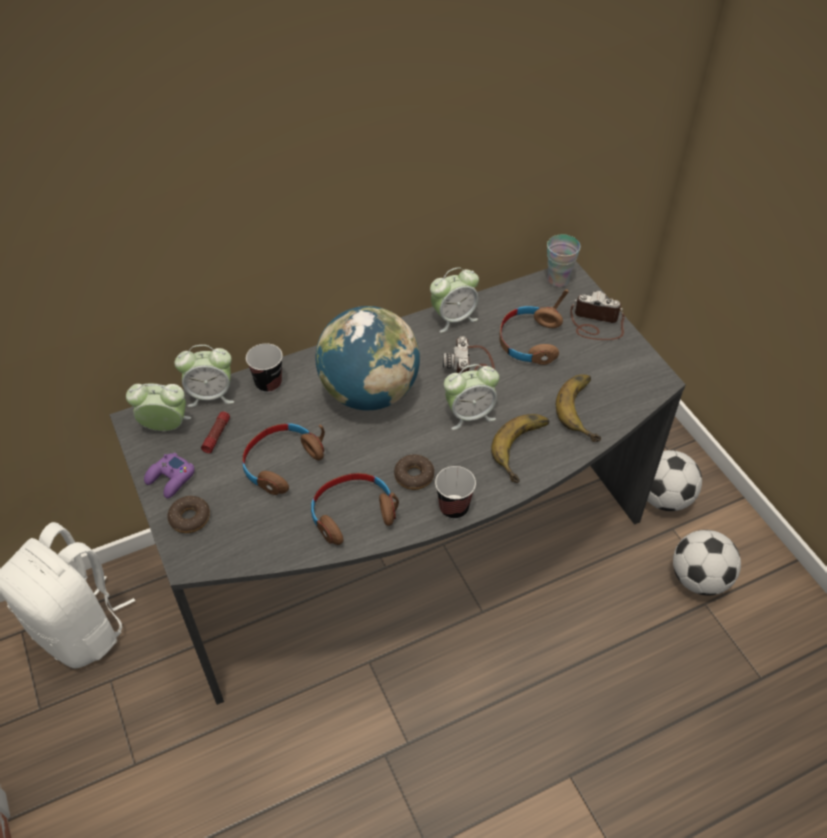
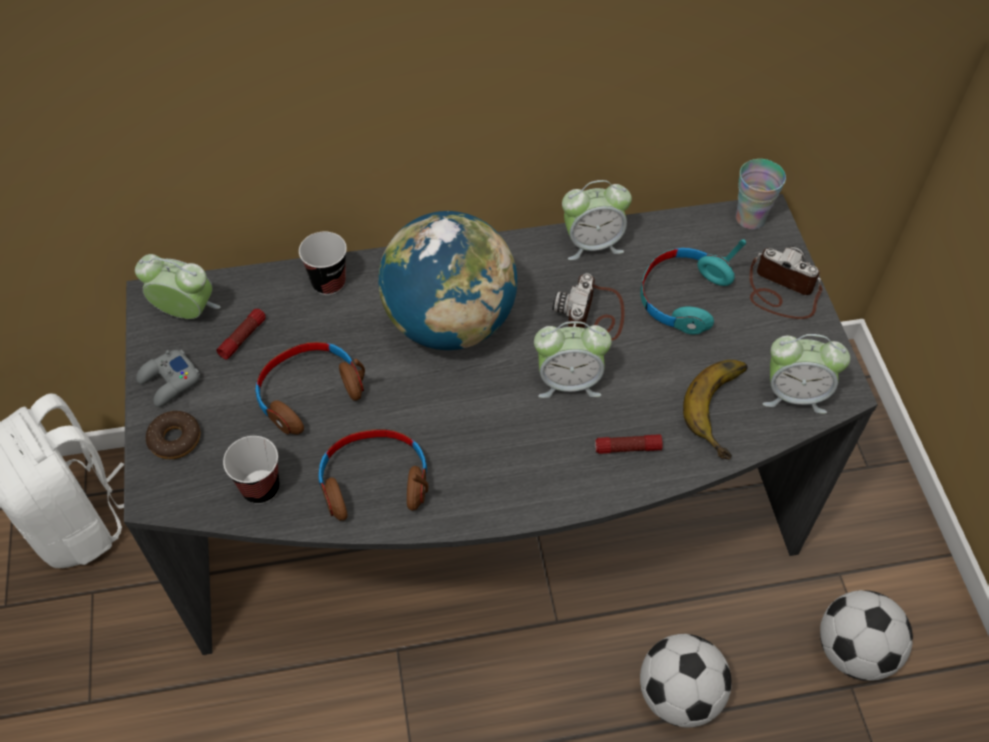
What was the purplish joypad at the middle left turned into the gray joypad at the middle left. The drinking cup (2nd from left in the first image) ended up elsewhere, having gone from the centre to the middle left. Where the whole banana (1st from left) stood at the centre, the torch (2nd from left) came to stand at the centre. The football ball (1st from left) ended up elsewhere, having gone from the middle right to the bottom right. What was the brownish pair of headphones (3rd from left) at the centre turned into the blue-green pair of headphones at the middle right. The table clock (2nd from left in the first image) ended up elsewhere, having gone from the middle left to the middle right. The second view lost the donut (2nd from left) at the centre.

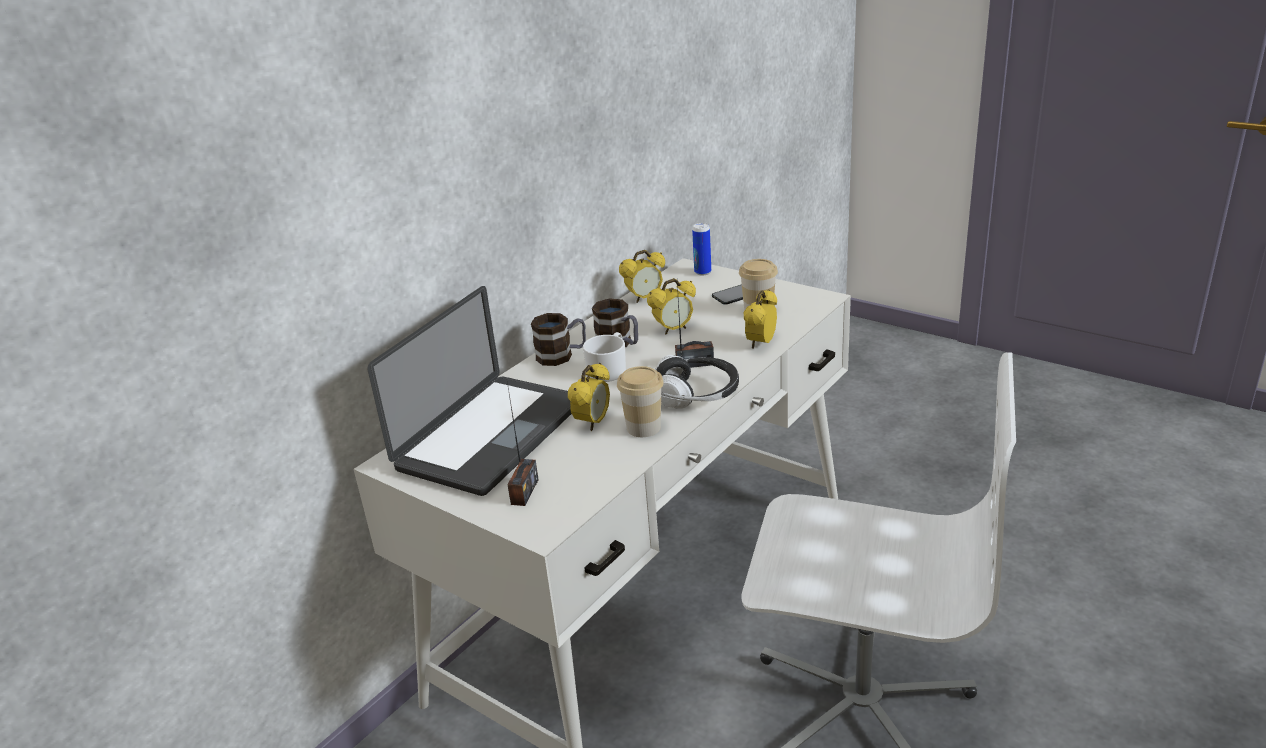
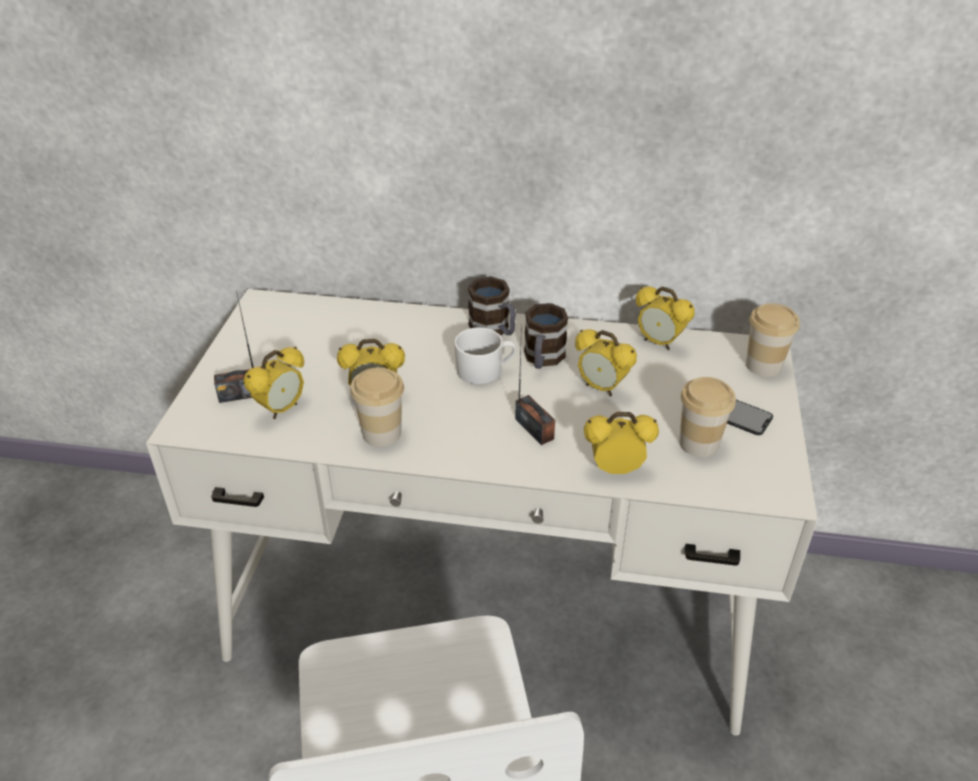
The second view gained the table clock (1st from left) at the middle left. Where the sealed can stood at the top centre, the drinking cup (3rd from left) came to stand at the middle right. The second view lost the notebook computer at the centre. The second view lost the pair of headphones at the centre.

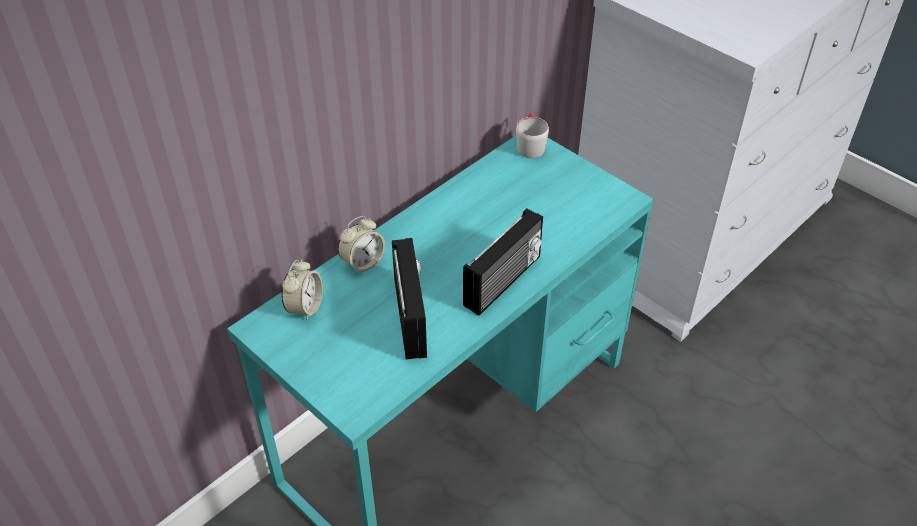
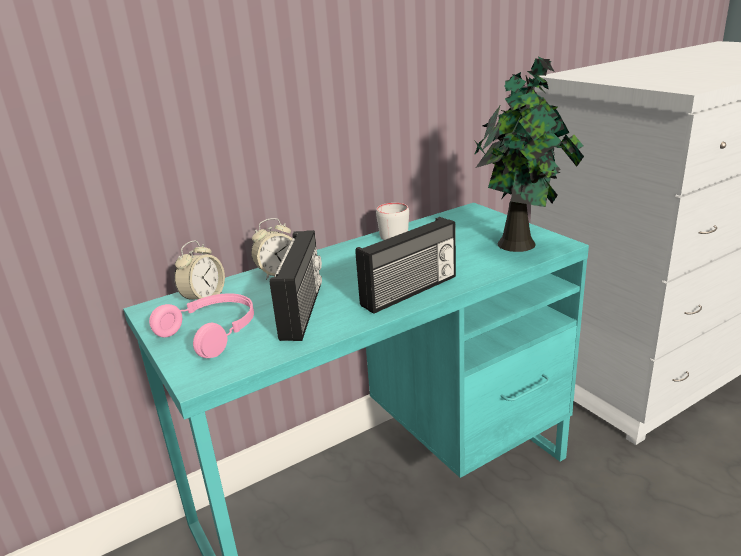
The second view gained the pink-coloured pair of headphones at the middle left. The gray coffee mug ended up elsewhere, having gone from the top centre to the centre. The second view gained the plant in a pot at the top right.

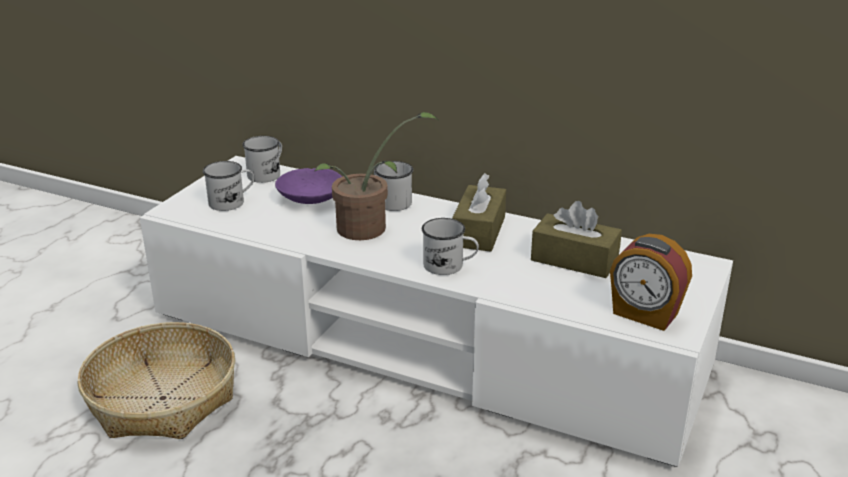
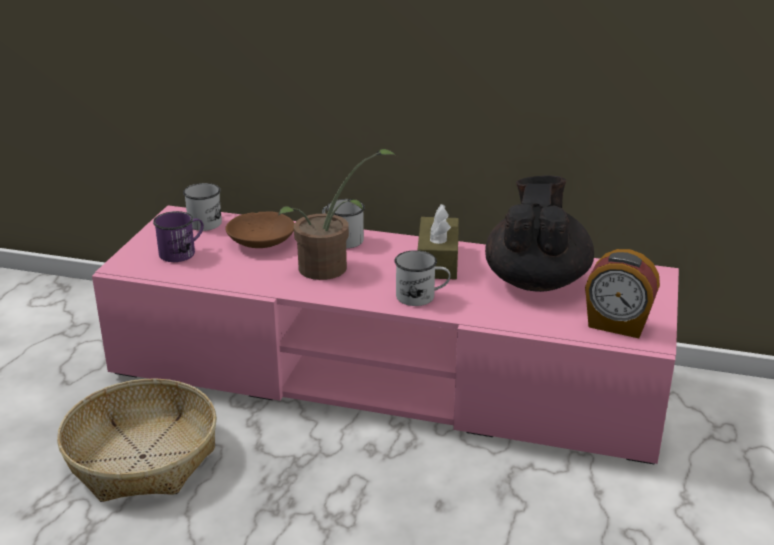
What was the white tv unit at the centre turned into the pink-coloured tv unit at the centre. What was the white coffee mug (1st from left) at the middle left turned into the purplish coffee mug at the middle left. What was the purplish bowl at the centre turned into the brownish bowl at the centre. Where the brownish tissue box (2nd from left) stood at the middle right, the black teapot came to stand at the middle right.

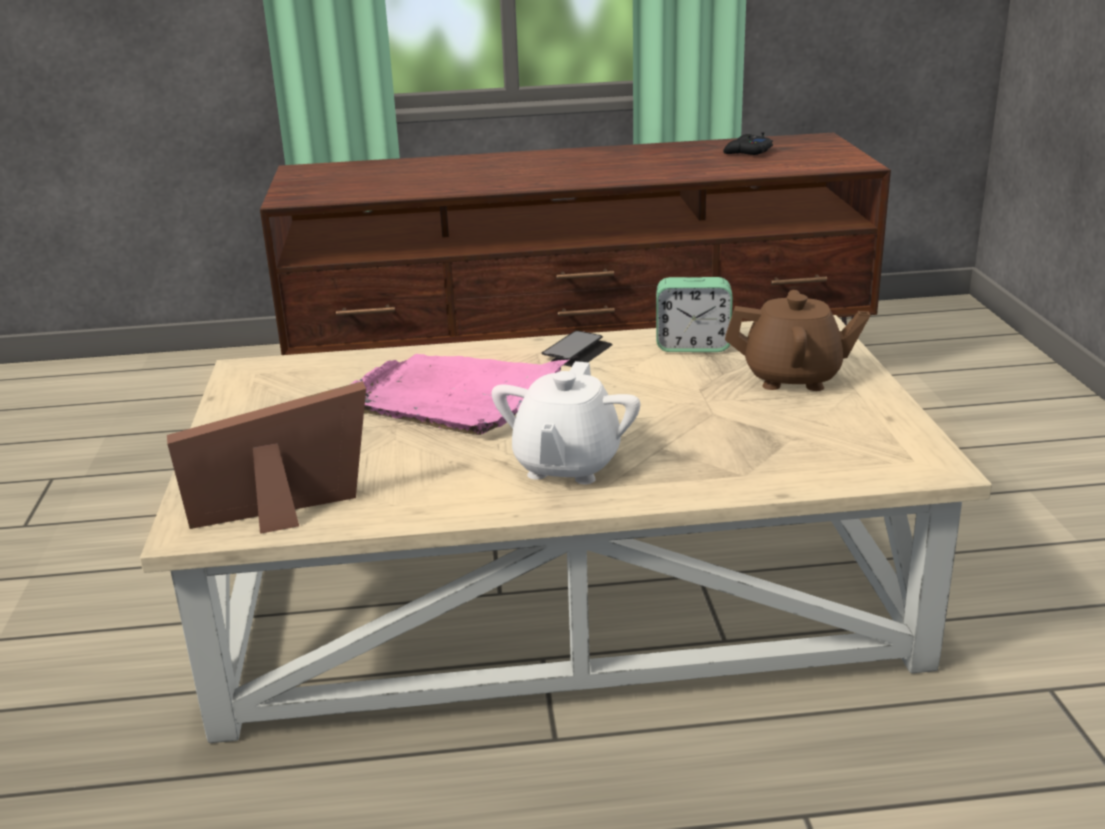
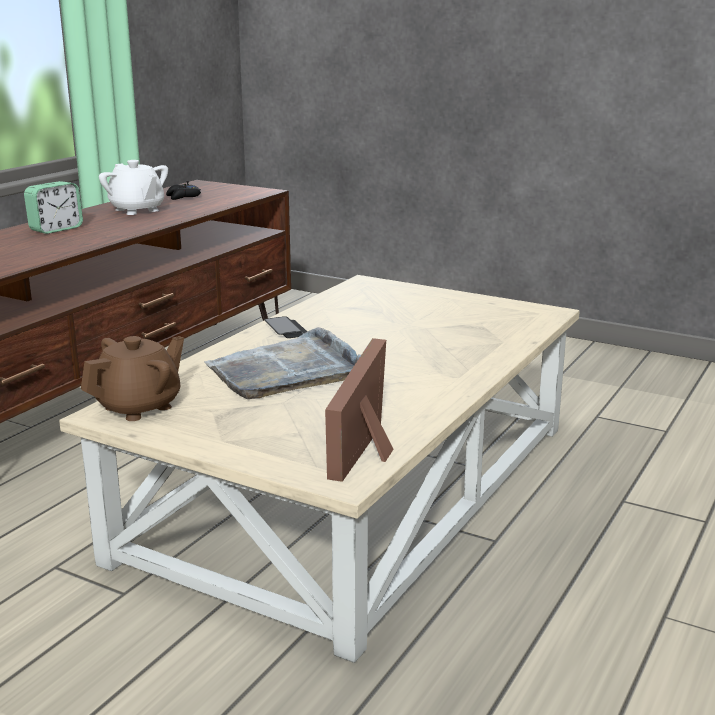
The table clock ended up elsewhere, having gone from the centre to the top left. The brownish teapot ended up elsewhere, having gone from the middle right to the middle left. The white teapot ended up elsewhere, having gone from the centre to the top left. What was the pink-coloured serving tray at the centre turned into the gray serving tray at the centre.

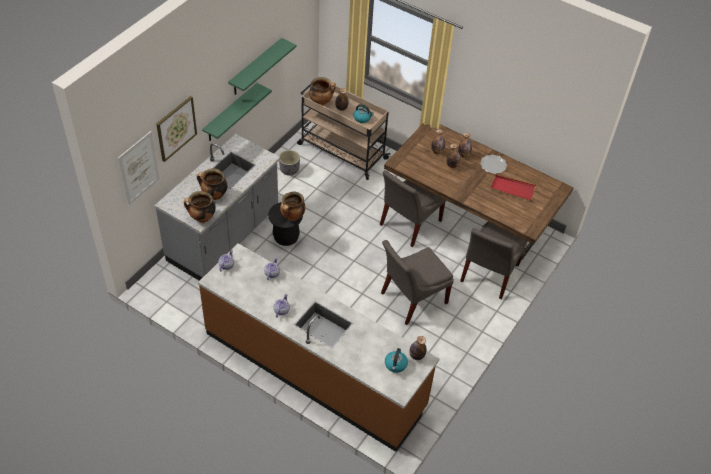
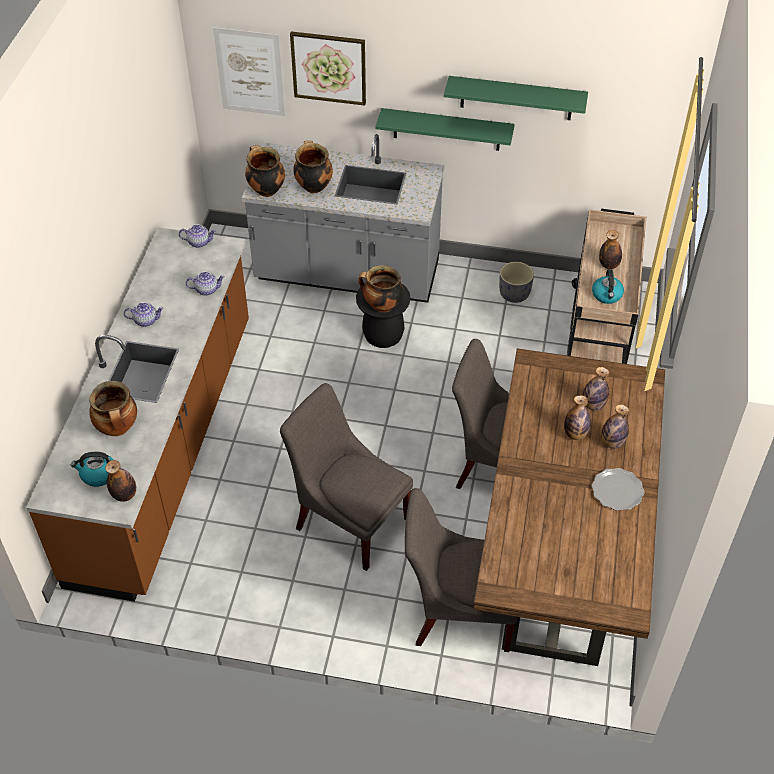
The saucepot (4th from left in the first image) ended up elsewhere, having gone from the top centre to the middle left. The second view lost the reddish serving tray at the middle right.

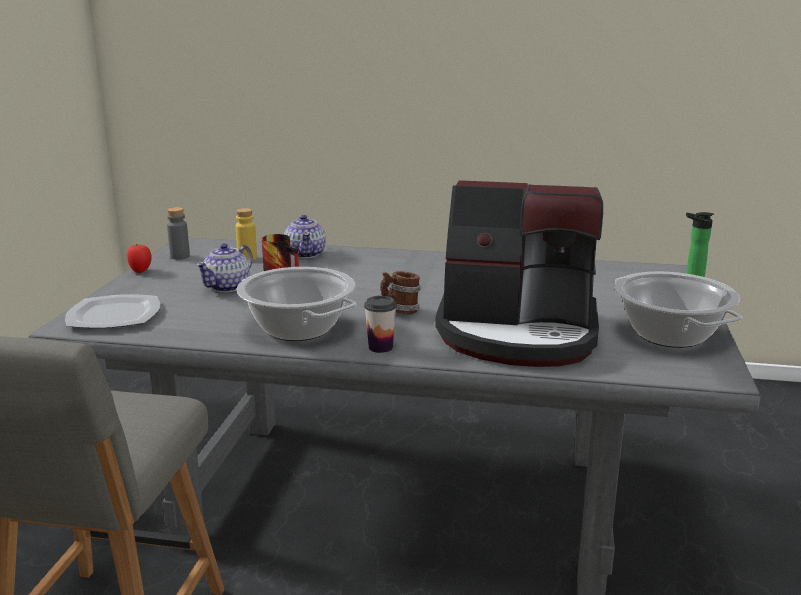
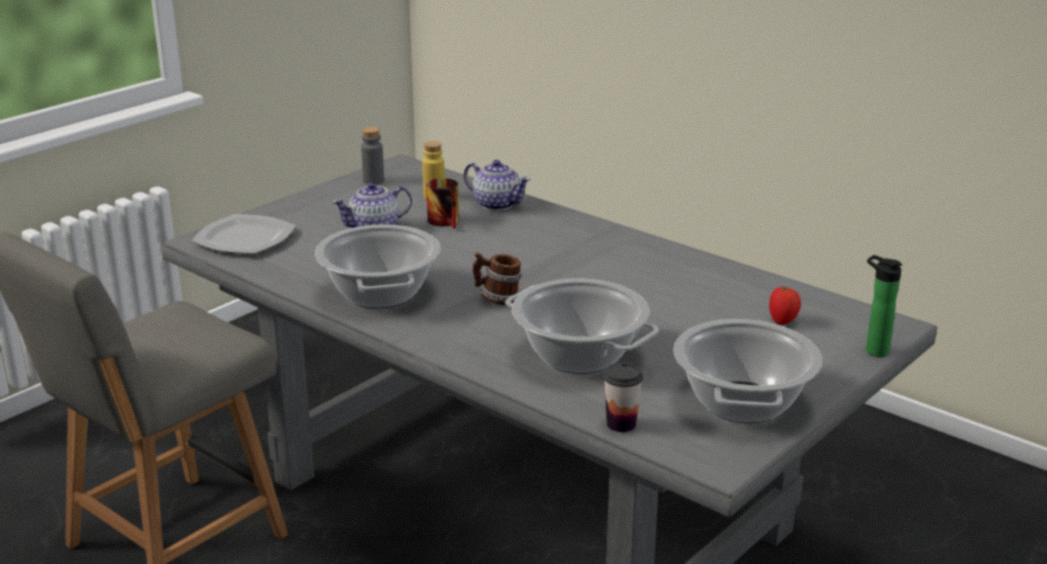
The teapot (2nd from left) at the centre ended up facing another way, 75 degrees counterclockwise from before. Where the coffee maker stood at the centre, the saucepot (2nd from left) came to stand at the centre. The drinking cup ended up elsewhere, having gone from the centre to the bottom centre. The tomato ended up elsewhere, having gone from the middle left to the middle right.

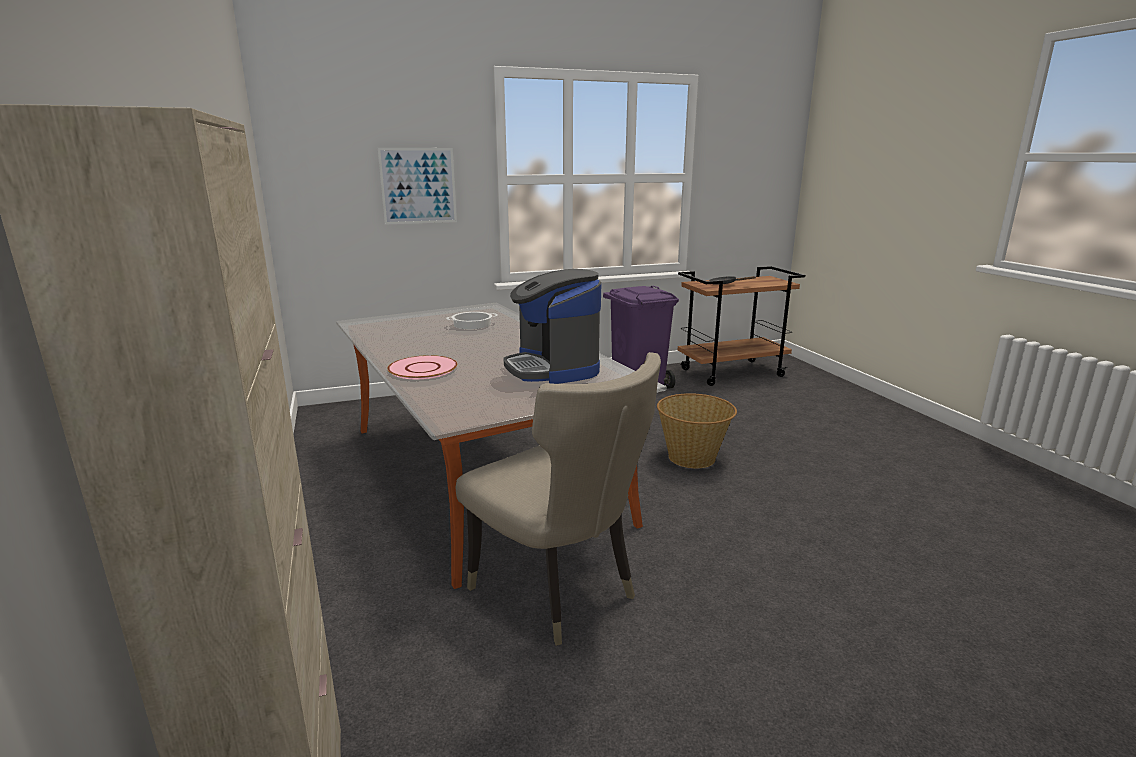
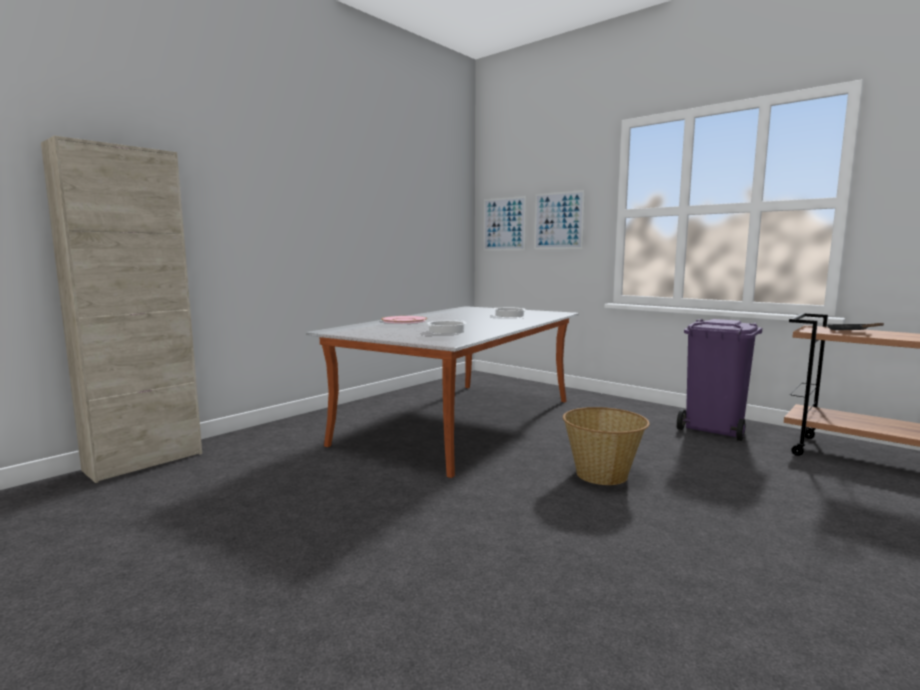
Where the coffee maker stood at the centre, the saucepot (1st from left) came to stand at the centre. The second view gained the wall picture (1st from left) at the top centre. The second view lost the beige upright chair at the centre.

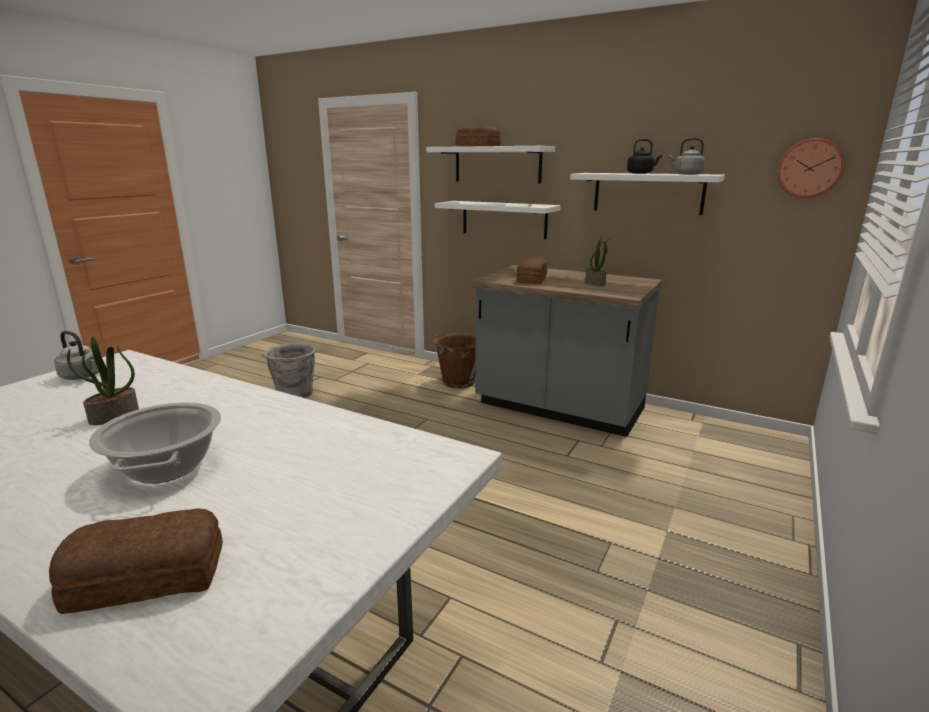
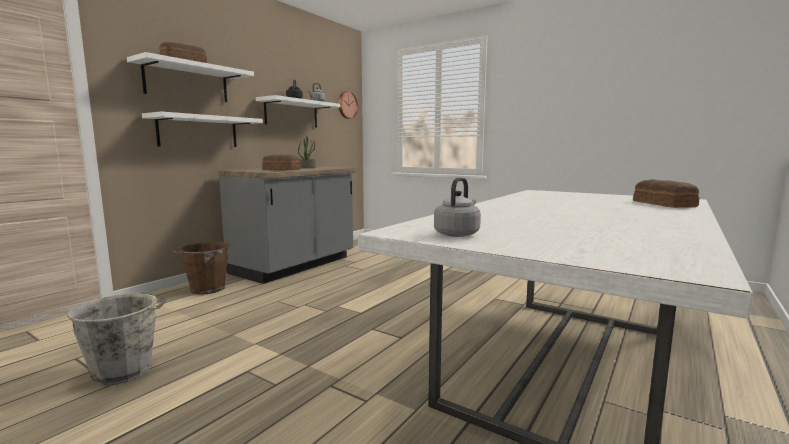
The second view lost the plant in a pot (1st from left) at the middle left. The second view lost the saucepot at the middle left.

